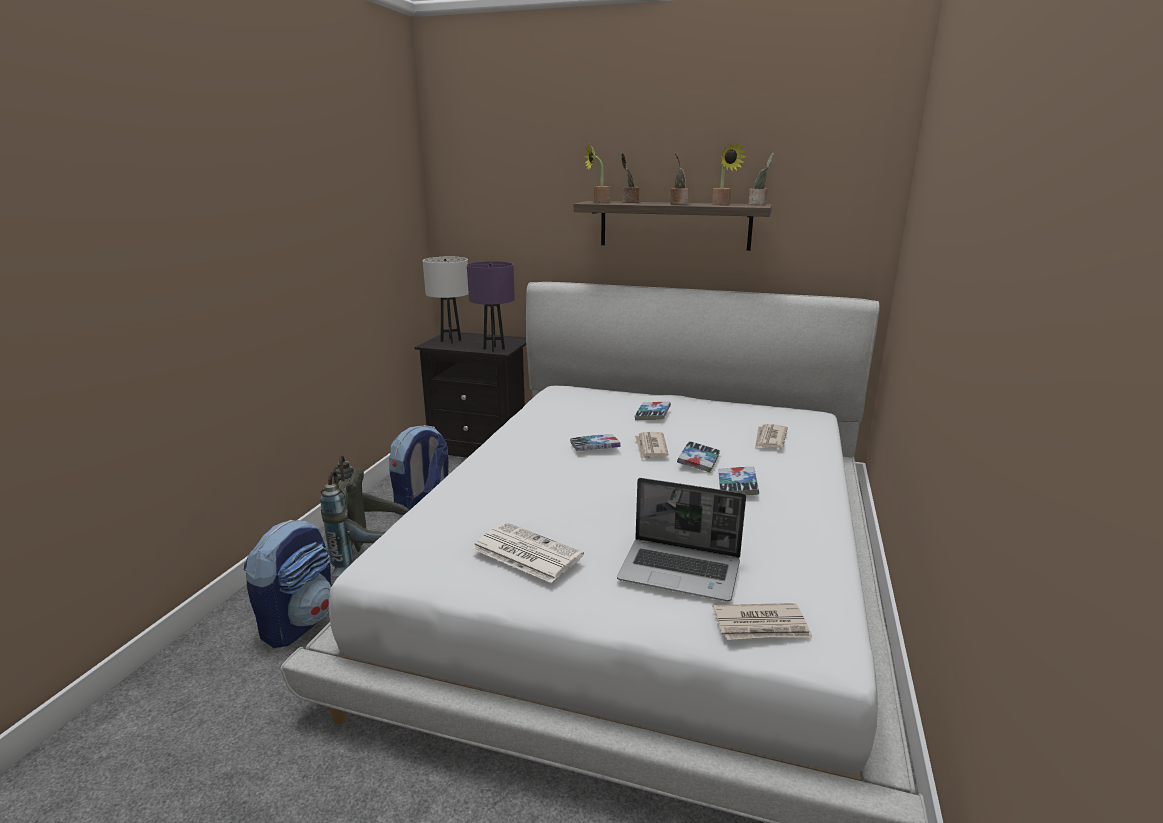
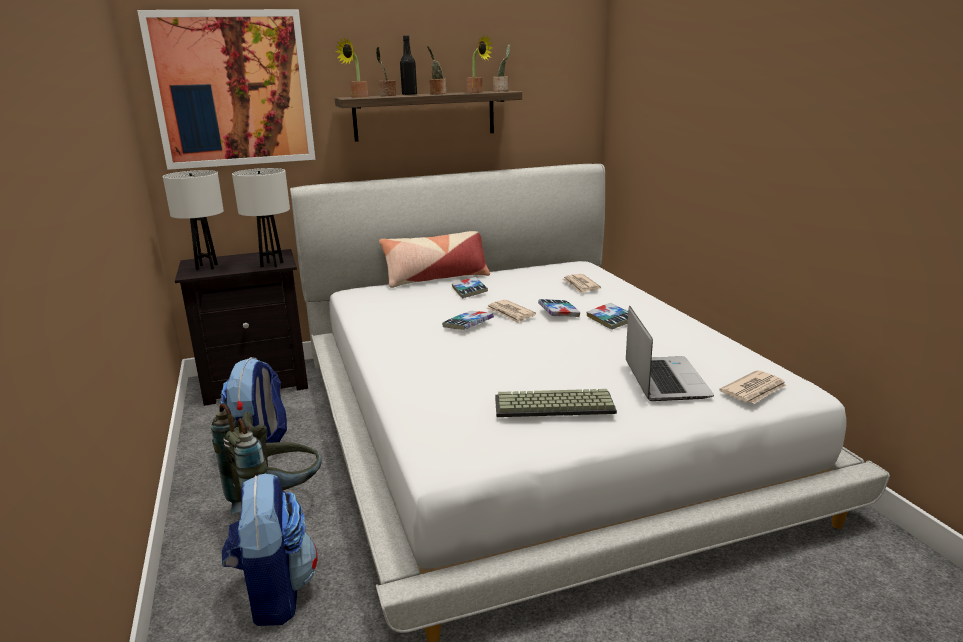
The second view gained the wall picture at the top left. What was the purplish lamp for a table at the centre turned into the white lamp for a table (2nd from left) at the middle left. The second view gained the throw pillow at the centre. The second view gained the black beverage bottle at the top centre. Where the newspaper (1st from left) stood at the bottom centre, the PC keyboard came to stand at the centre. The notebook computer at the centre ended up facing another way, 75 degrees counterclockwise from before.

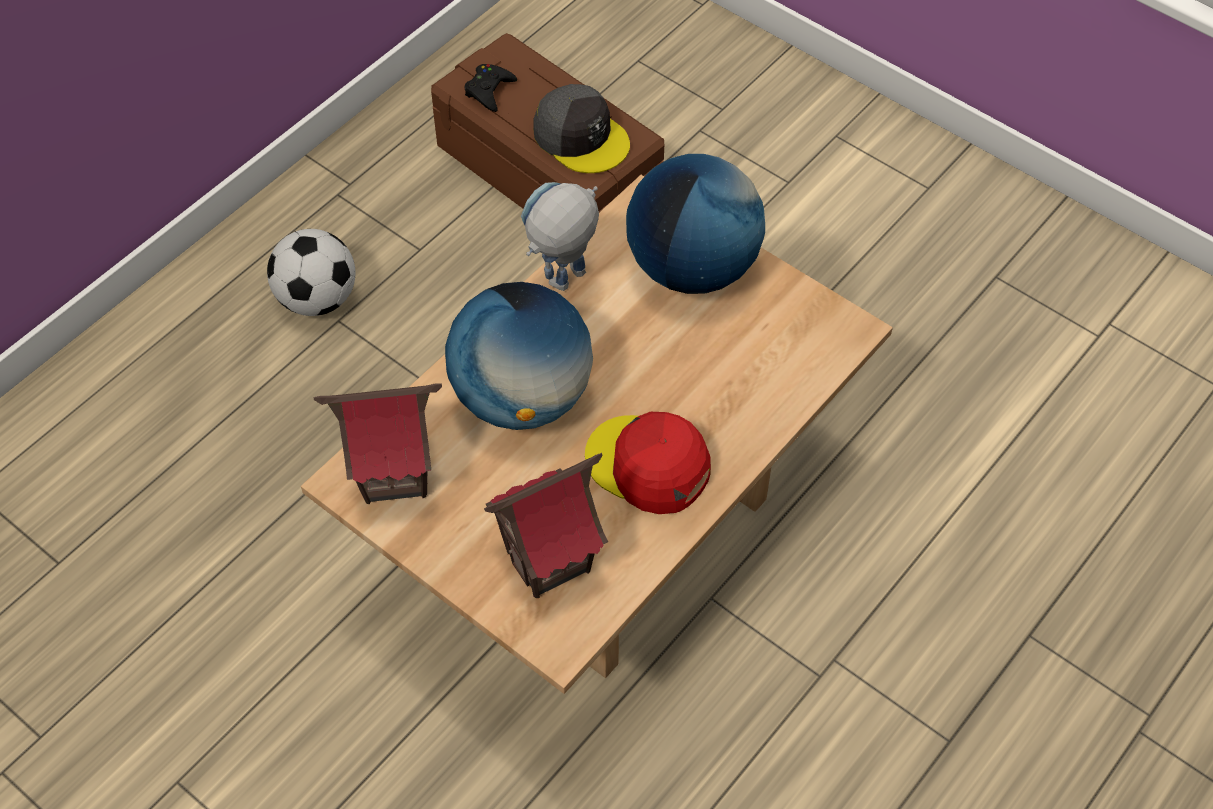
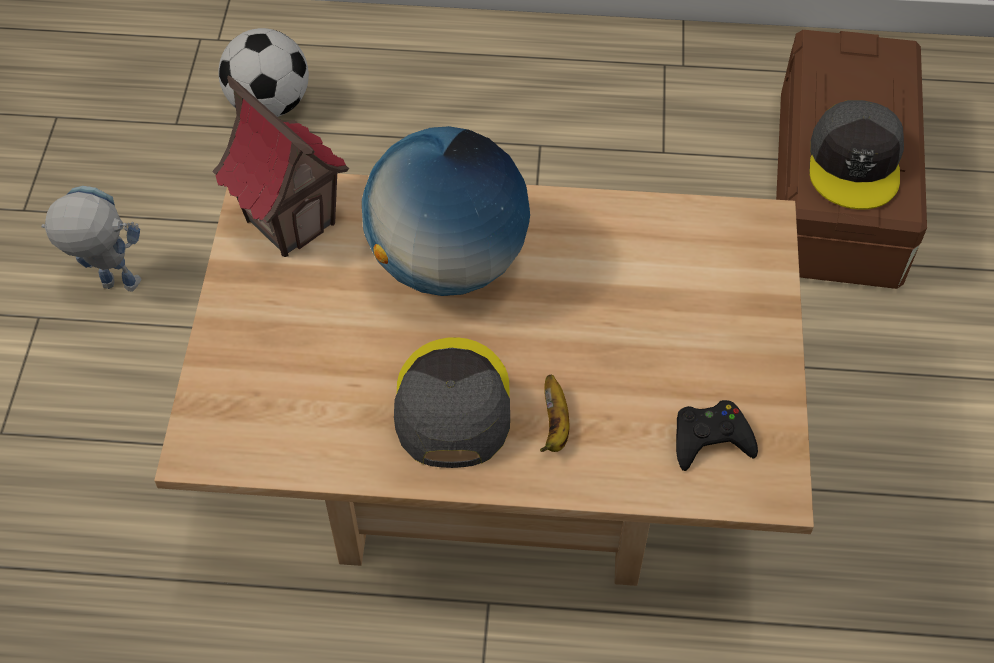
The robot figure ended up elsewhere, having gone from the top centre to the middle left. The football ball ended up elsewhere, having gone from the middle left to the top left. What was the reddish cap at the centre turned into the gray cap (1st from left) at the centre. The second view gained the whole banana at the centre. The black joypad ended up elsewhere, having gone from the top centre to the middle right. The second view lost the miniature house (2nd from left) at the centre. The second view lost the globe (2nd from left) at the top centre.

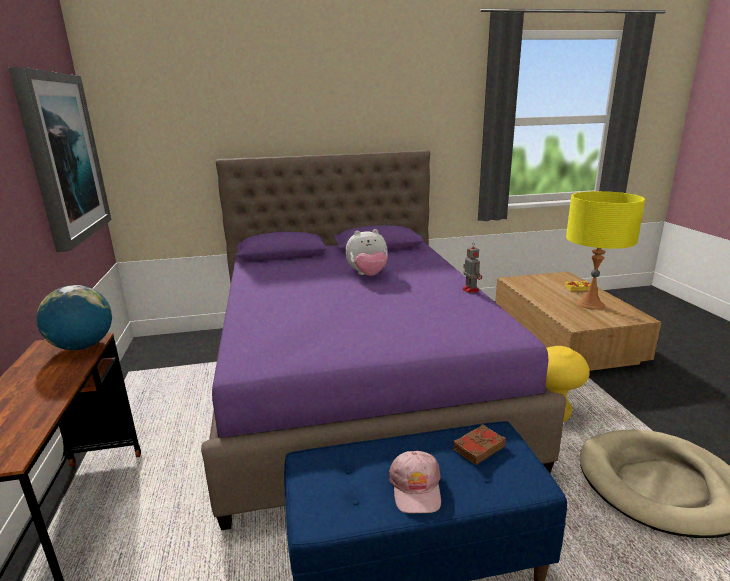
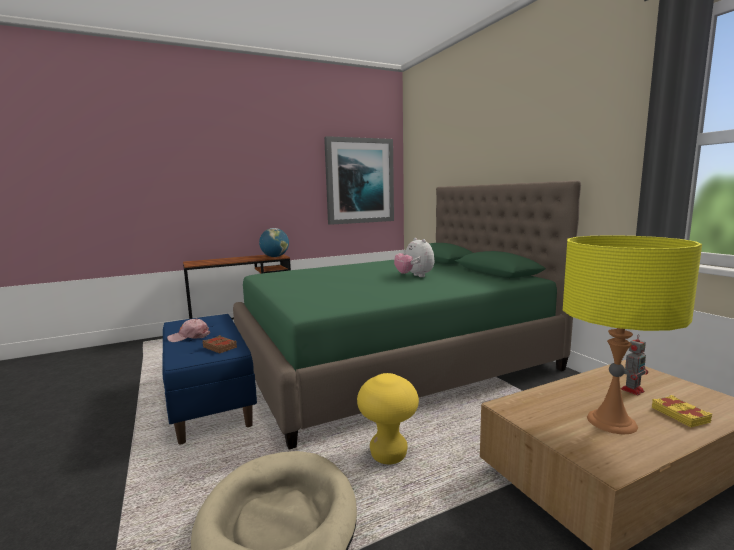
What was the purplish bed at the centre turned into the greenish bed at the centre. The robot figure ended up elsewhere, having gone from the centre to the middle right.

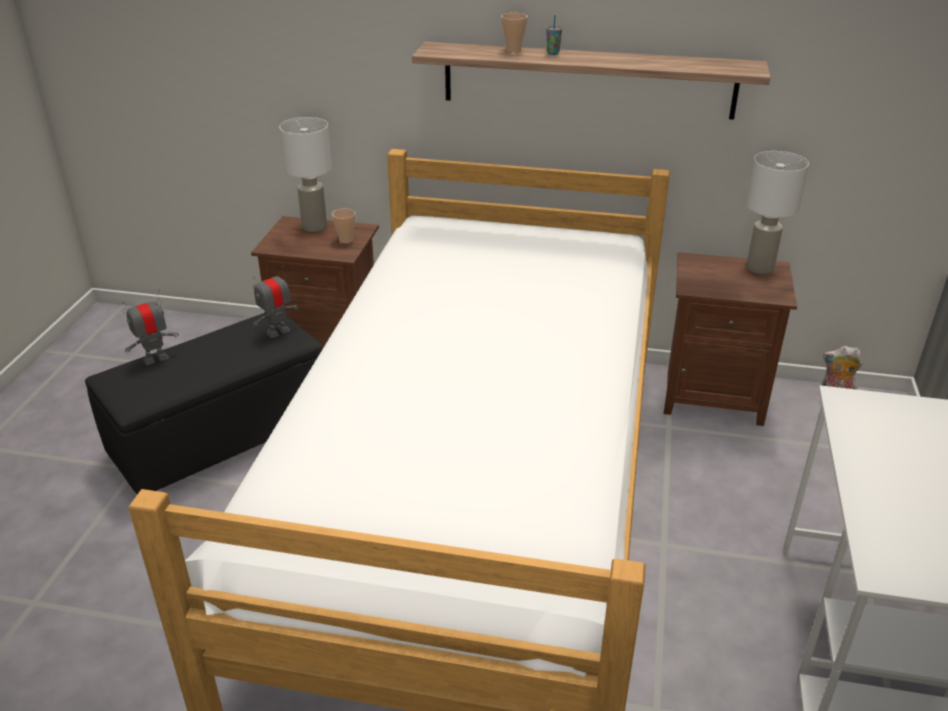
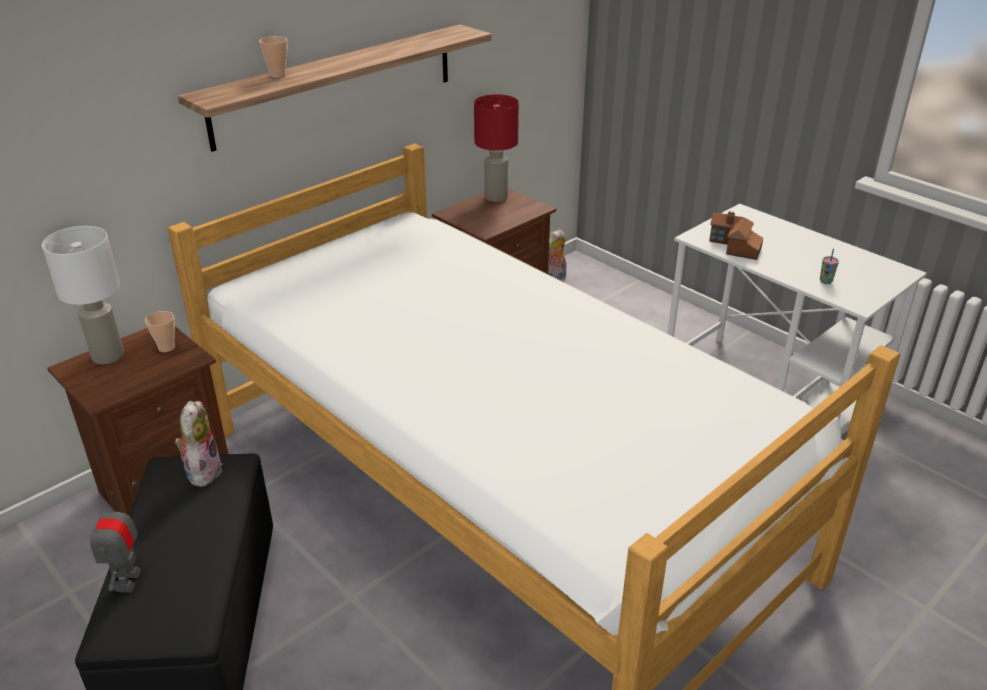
Where the robot figure (2nd from left) stood at the middle left, the cuddly toy (1st from left) came to stand at the middle left. What was the white lamp for a table (2nd from left) at the top right turned into the reddish lamp for a table at the top centre. The second view gained the miniature house at the middle right. The drinking cup (3rd from left) ended up elsewhere, having gone from the top centre to the middle right.

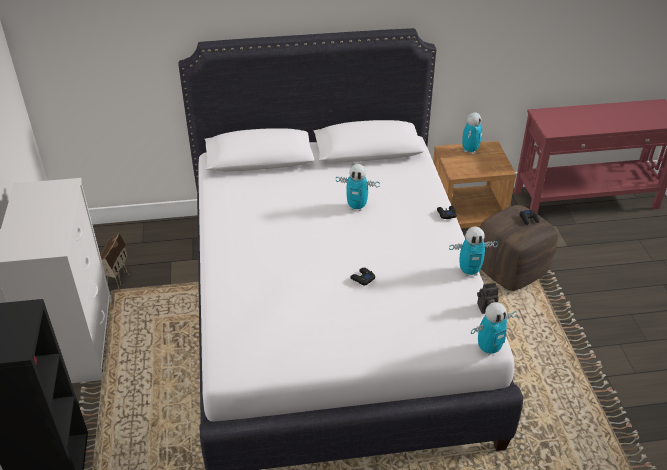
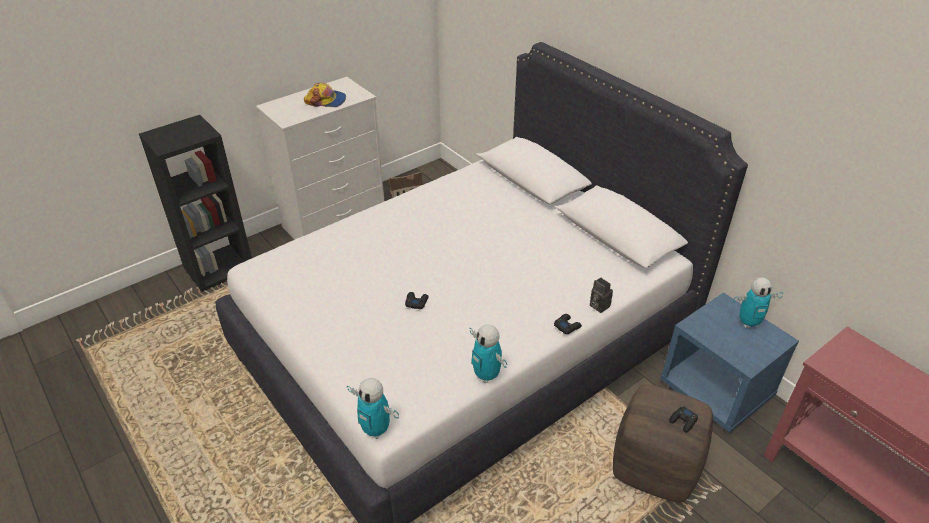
The second view gained the cap at the top centre. The still camera ended up elsewhere, having gone from the middle right to the centre. What was the brownish bedside table at the middle right turned into the bluish bedside table at the bottom right. The second view lost the robot figure (1st from left) at the centre.

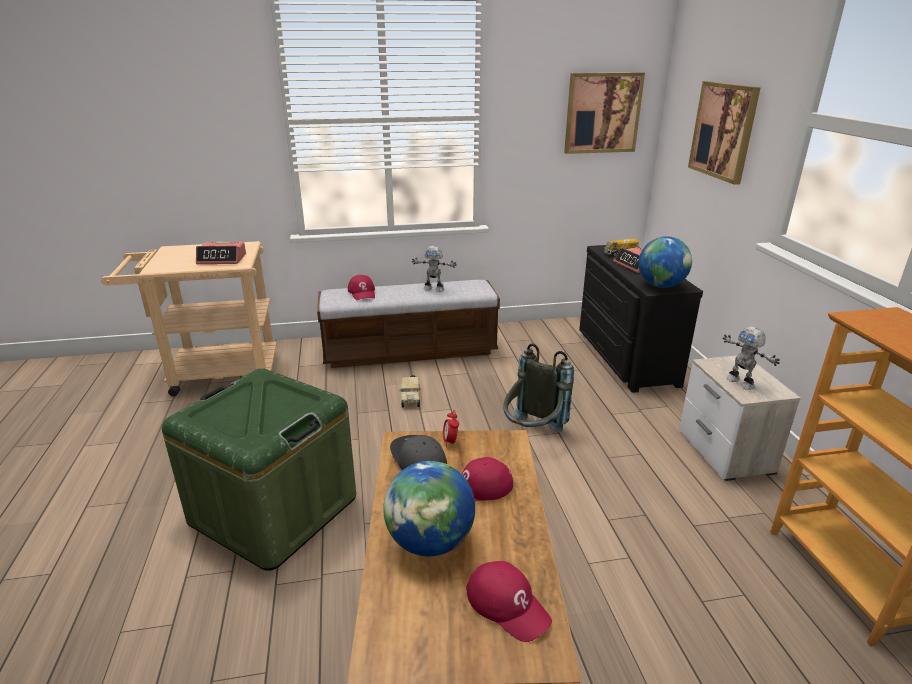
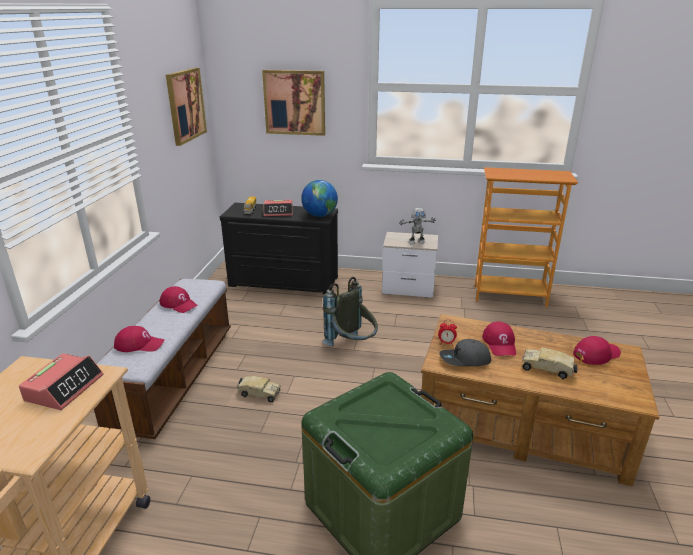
Where the robot figure (1st from left) stood at the centre, the reddish cap (2nd from left) came to stand at the middle left. Where the globe (1st from left) stood at the bottom centre, the toy lorry (3rd from left) came to stand at the middle right.

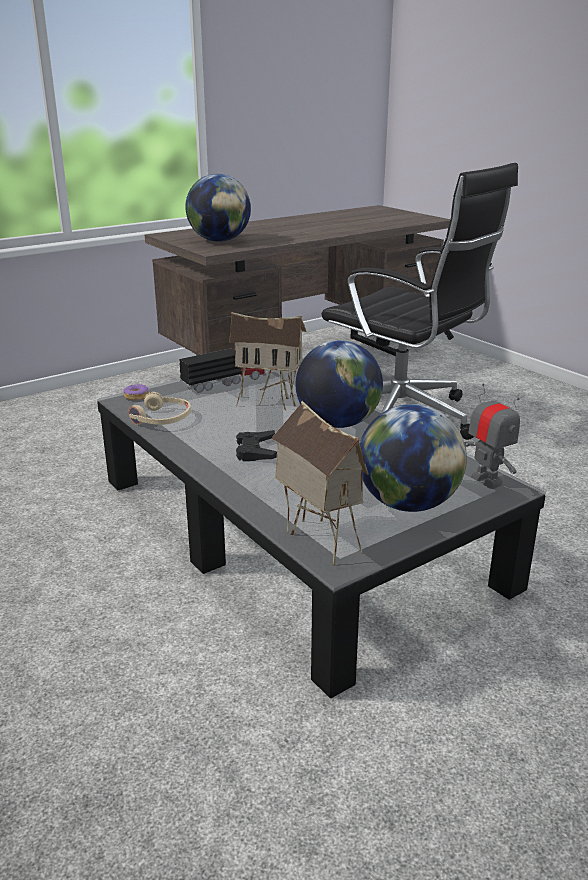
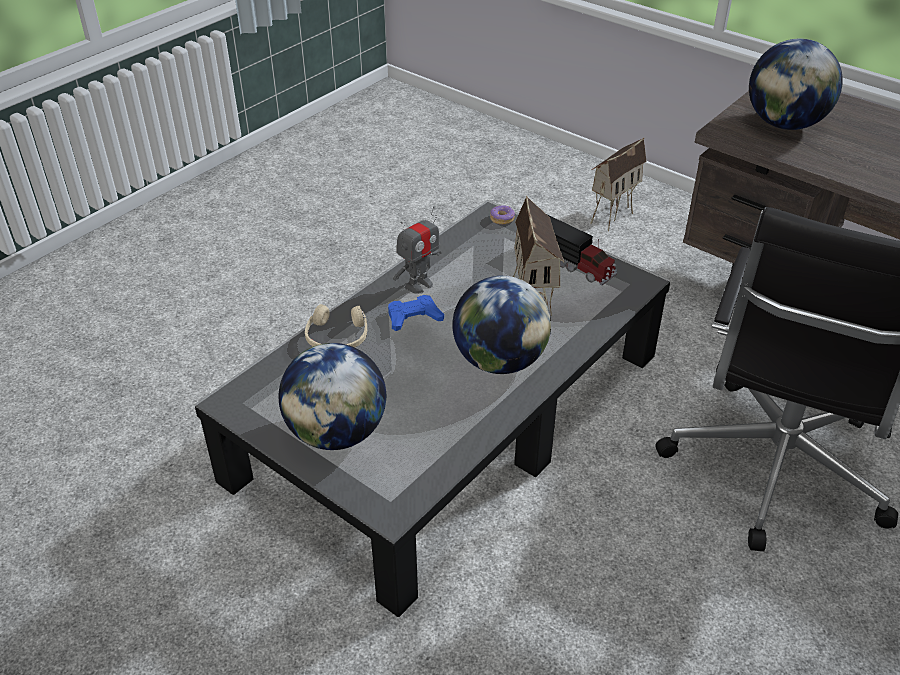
The beige pair of headphones ended up elsewhere, having gone from the middle left to the centre. What was the black joypad at the centre turned into the bluish joypad at the centre. The robot figure ended up elsewhere, having gone from the middle right to the centre. The miniature house (2nd from left) ended up elsewhere, having gone from the centre to the top right.

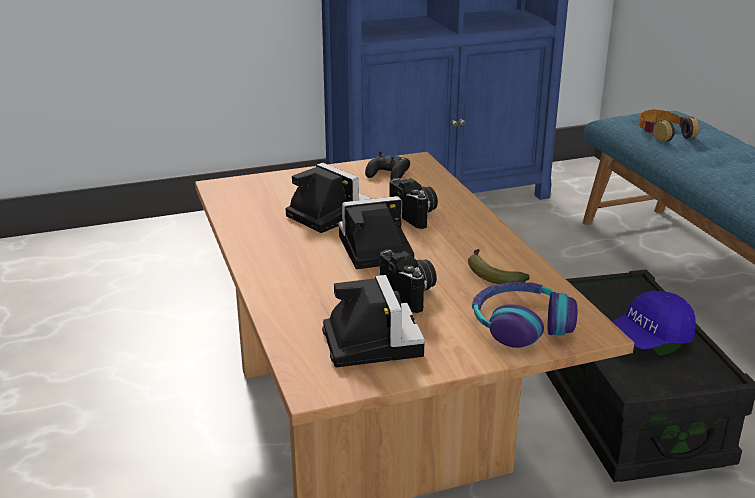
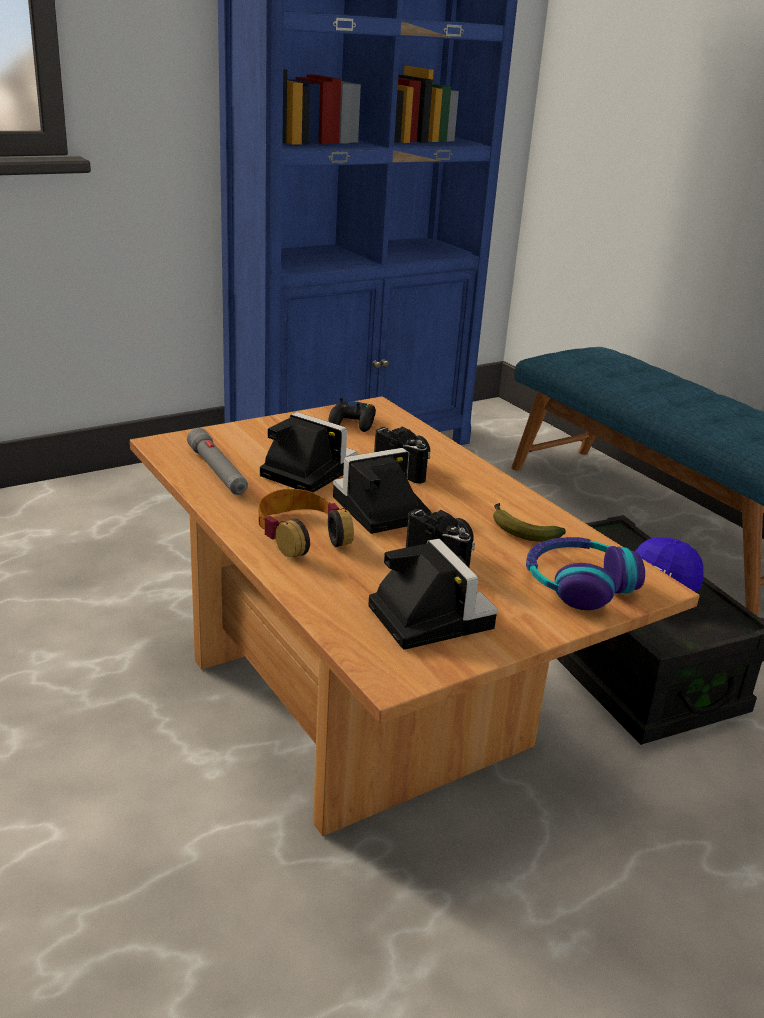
The second view gained the gray torch at the middle left. The pair of headphones (2nd from left in the first image) ended up elsewhere, having gone from the top right to the centre.

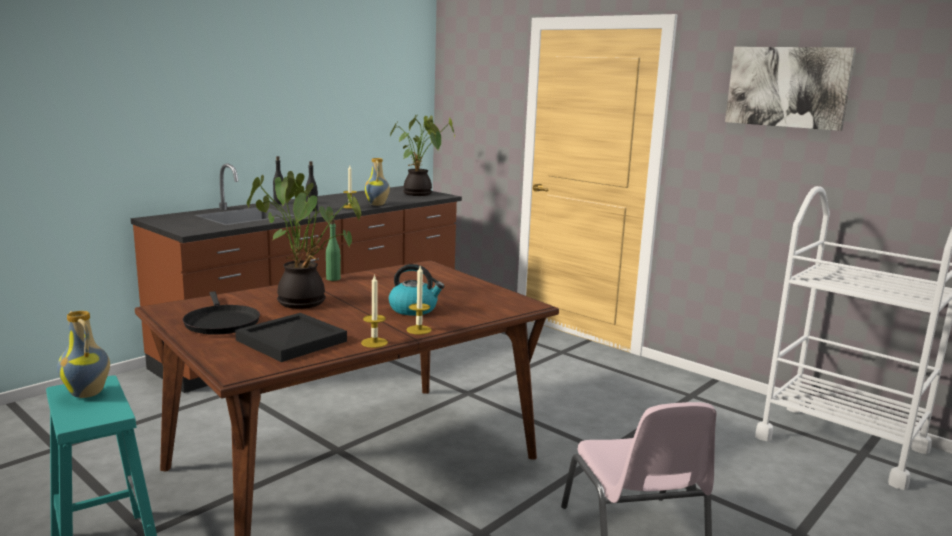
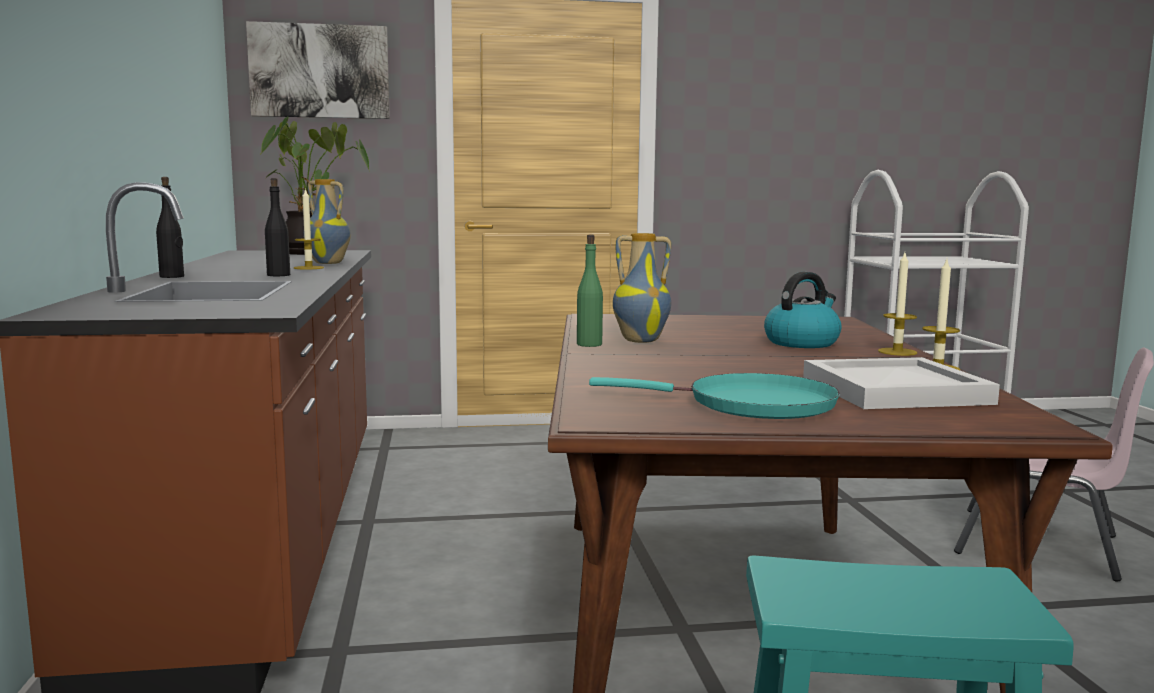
The wall picture ended up elsewhere, having gone from the top right to the top left. What was the black skillet at the middle left turned into the blue-green skillet at the centre. The flower vase (1st from left in the first image) ended up elsewhere, having gone from the middle left to the centre. What was the black serving tray at the middle left turned into the white serving tray at the middle right. The second view lost the plant in a pot (1st from left) at the middle left.

